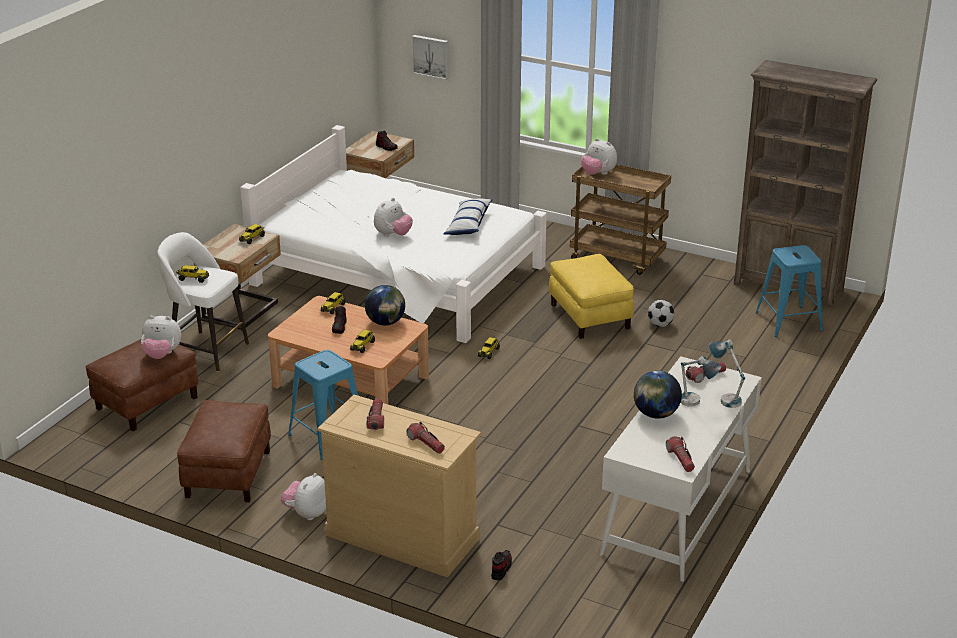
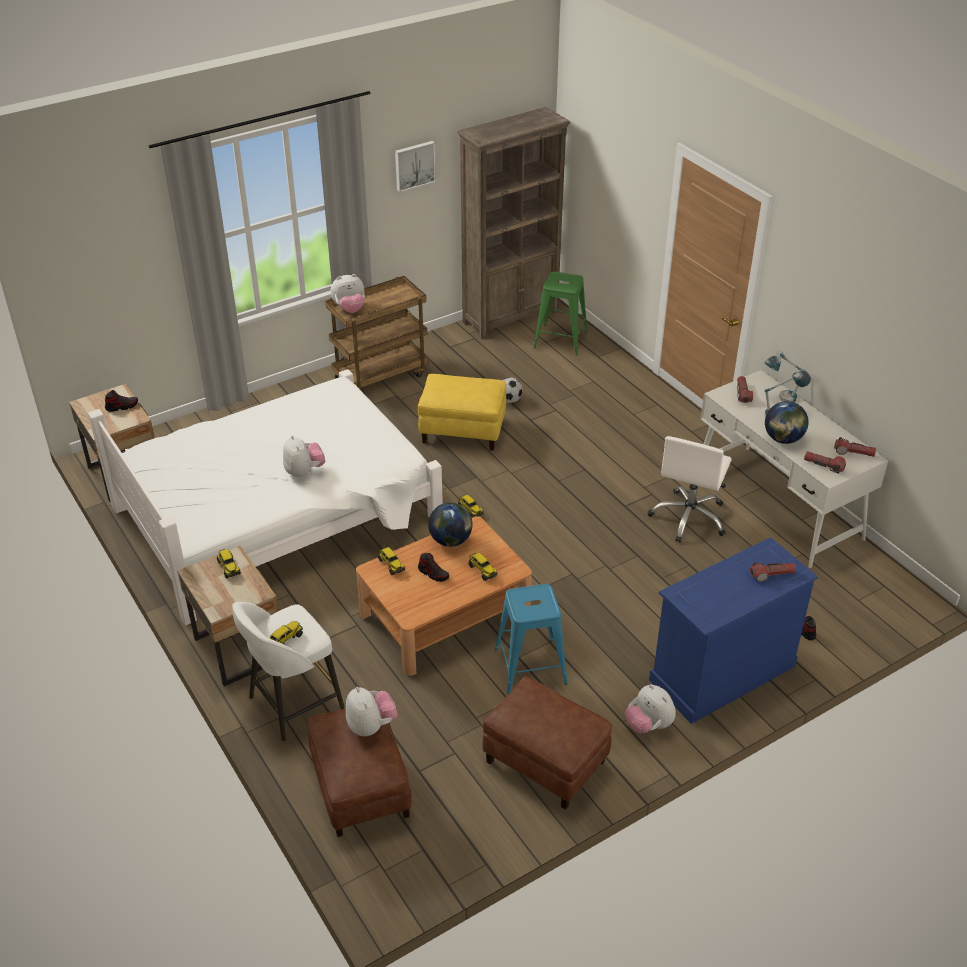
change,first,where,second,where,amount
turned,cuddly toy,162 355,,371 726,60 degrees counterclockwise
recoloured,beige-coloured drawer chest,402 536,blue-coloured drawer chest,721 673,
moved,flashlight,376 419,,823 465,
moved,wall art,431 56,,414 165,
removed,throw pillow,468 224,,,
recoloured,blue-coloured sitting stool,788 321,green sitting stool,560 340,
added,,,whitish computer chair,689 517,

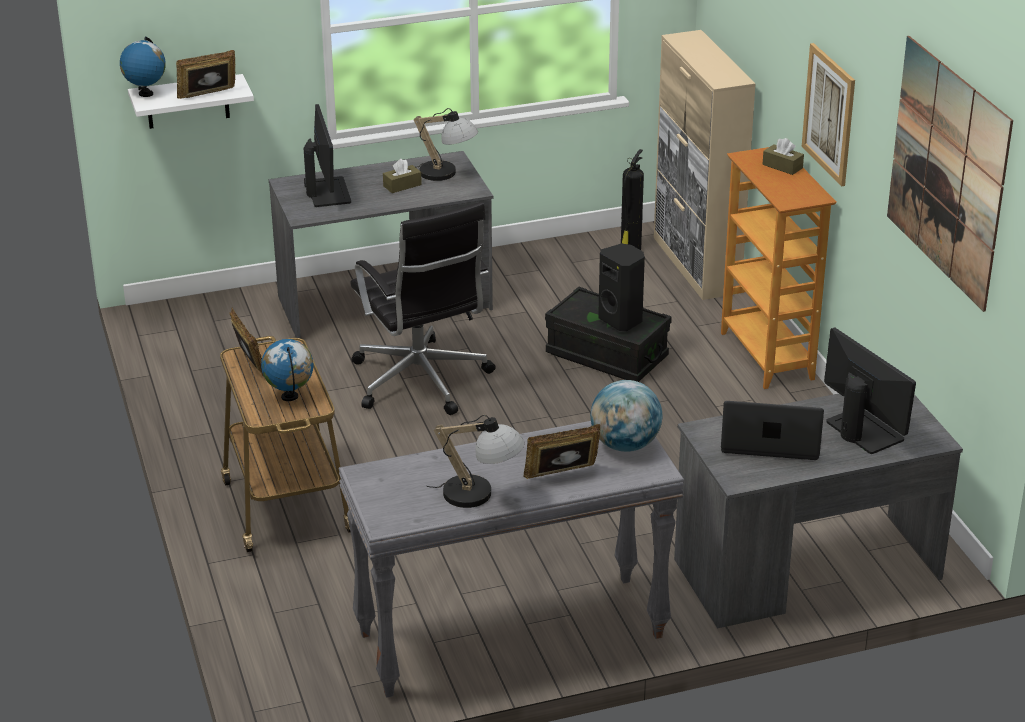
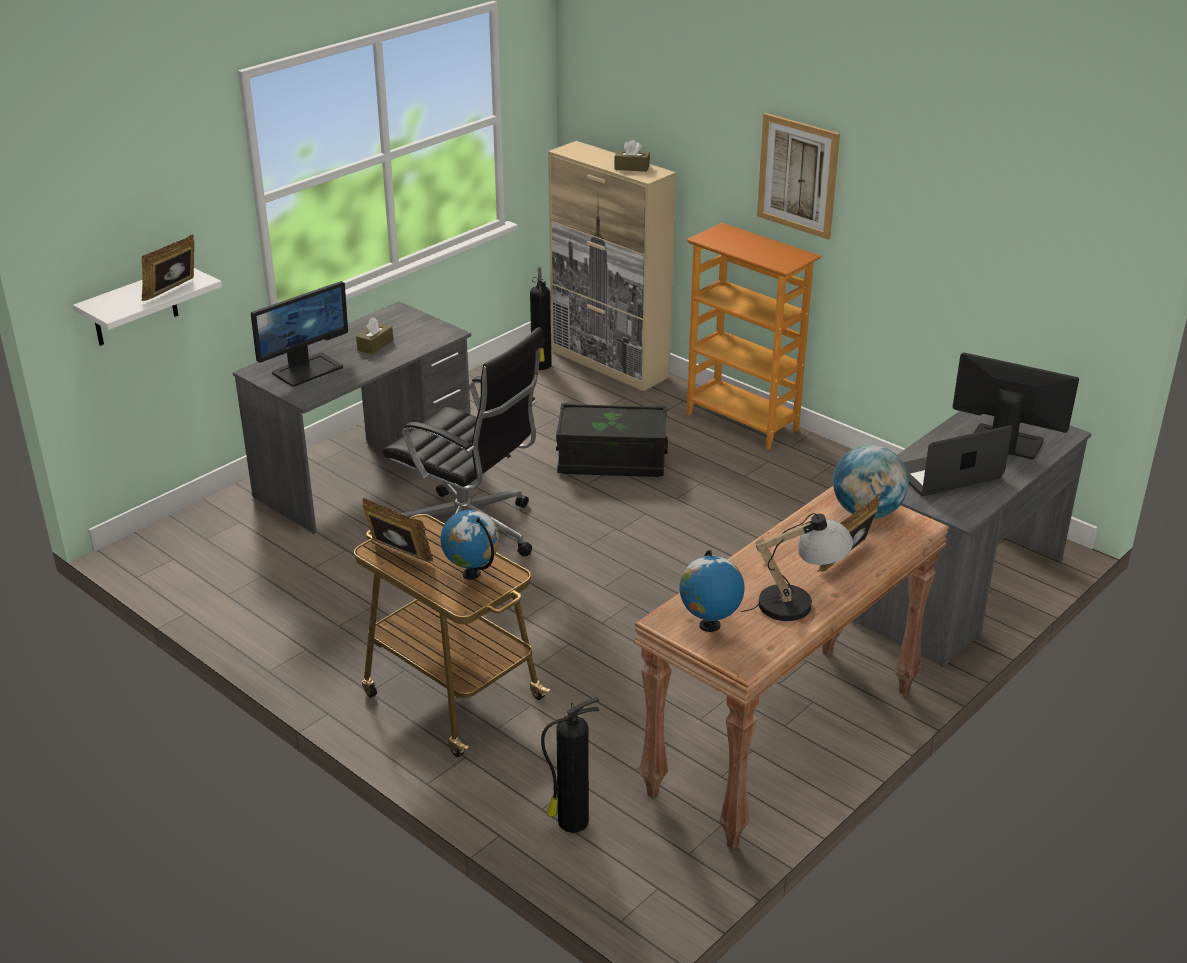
change,first,where,second,where,amount
moved,world globe,145 94,,709 626,
turned,computer screen,327 192,,307 369,90 degrees clockwise
recoloured,greyish console table,511 637,brown console table,784 743,
removed,tabletop lamp,447 174,,,
removed,black loudspeaker,622 320,,,
moved,brown tissue holder,782 166,,632 167,
removed,wall art,948 171,,,
added,,,fire extinguisher,571 822,

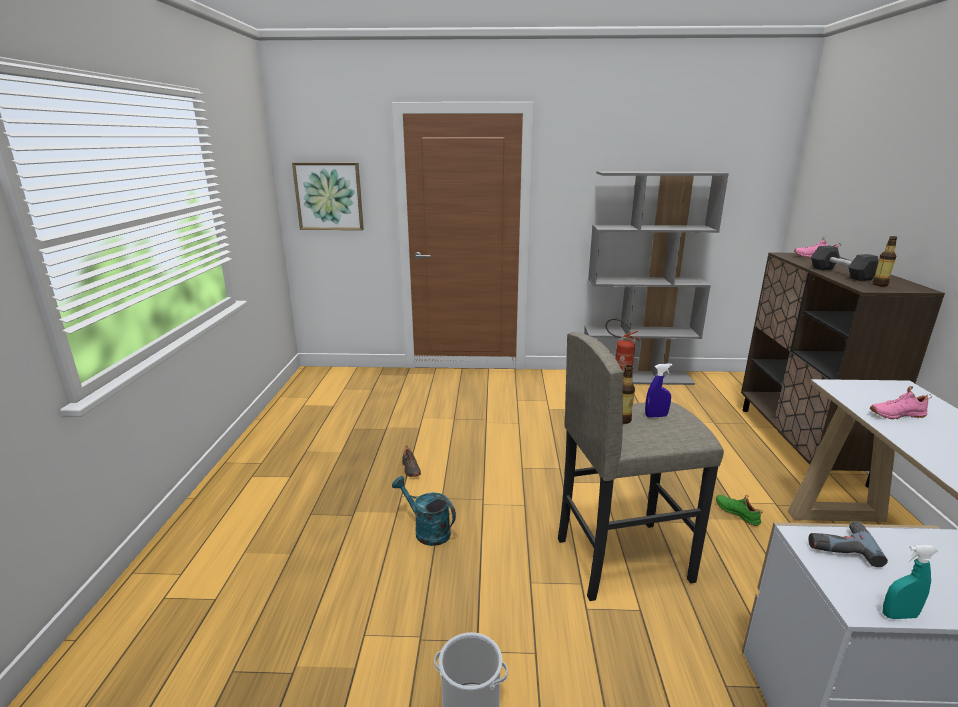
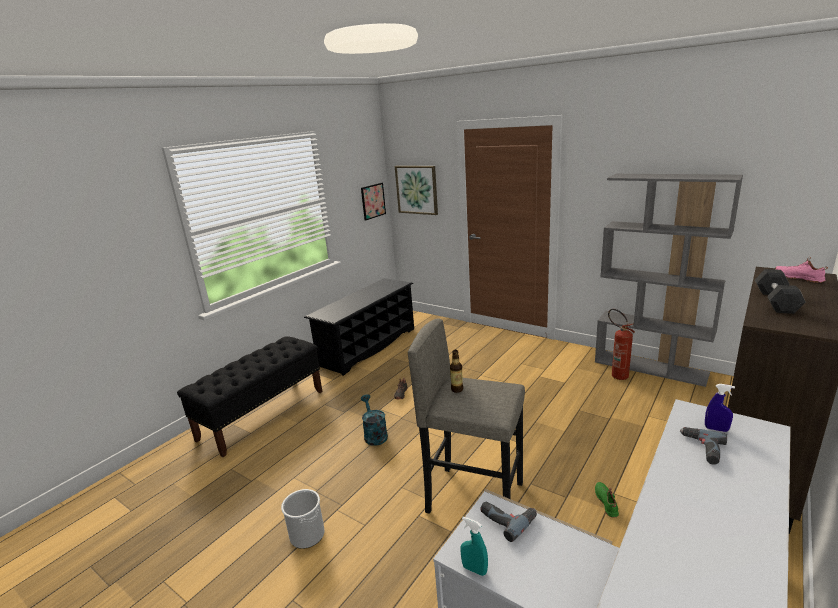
change,first,where,second,where,amount
moved,blue-coloured sprayer,656 416,,716 429,
replaced,pink-coloured item of footwear,895 414,power drill,702 449,
removed,beverage bottle,880 284,,,
added,,,black long seat,263 414,
added,,,black shoe rack,368 346,
added,,,wall art,373 201,

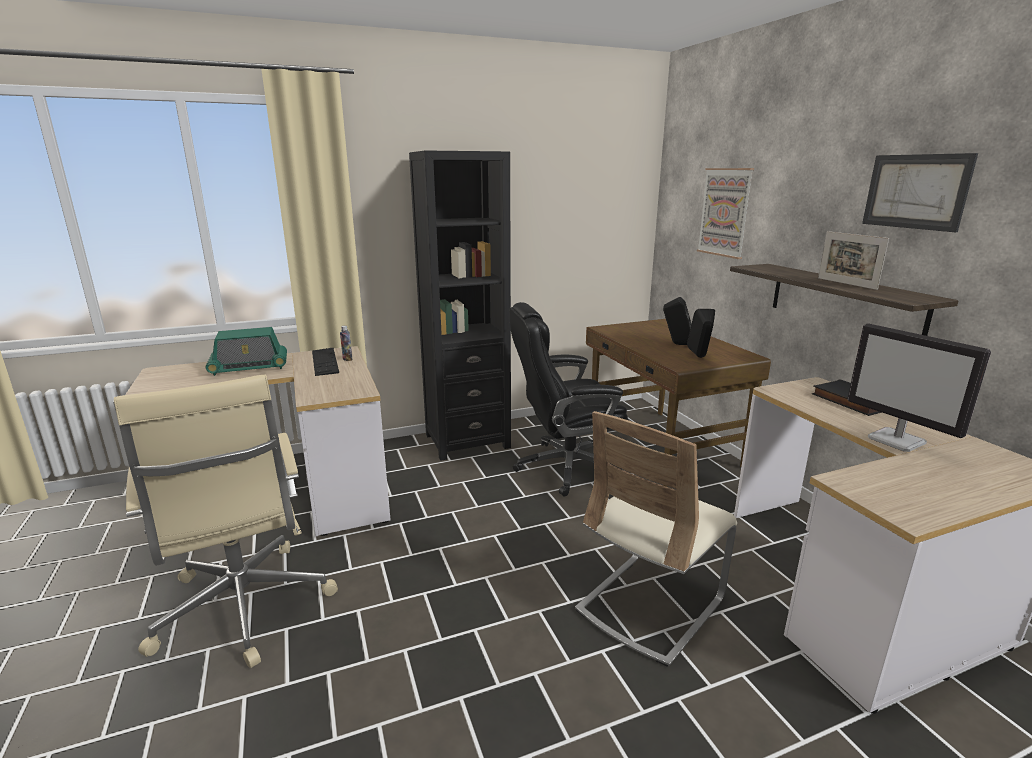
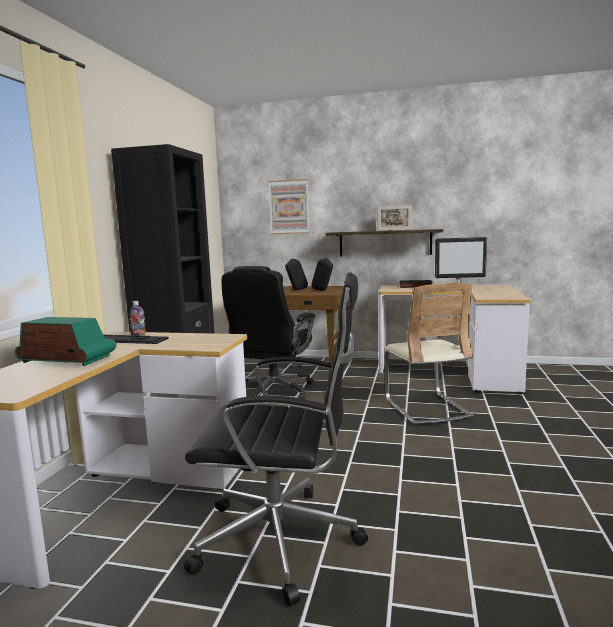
change,first,where,second,where,amount
recoloured,beige-coloured computer chair,243 609,black computer chair,283 541,
turned,radio set,249 367,,67 359,90 degrees counterclockwise
removed,wall art,916 191,,,

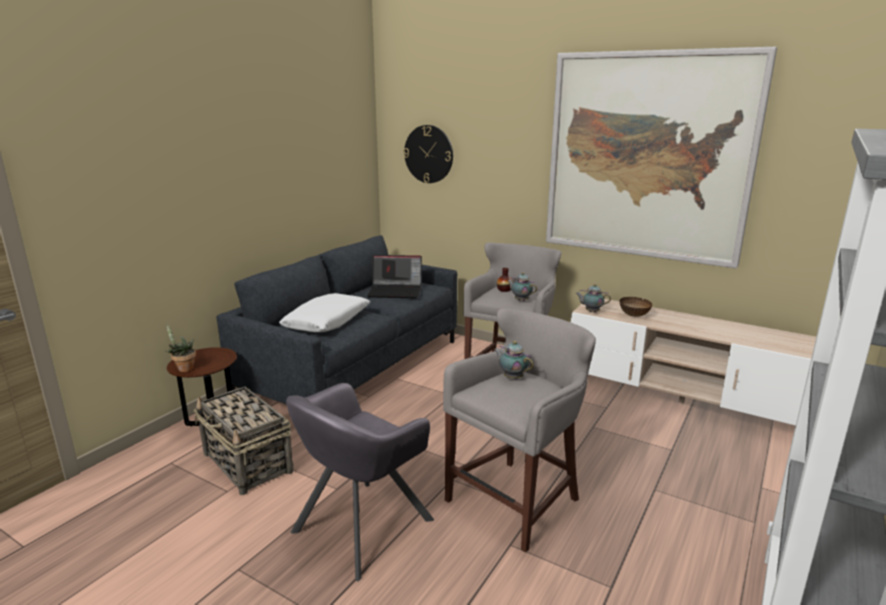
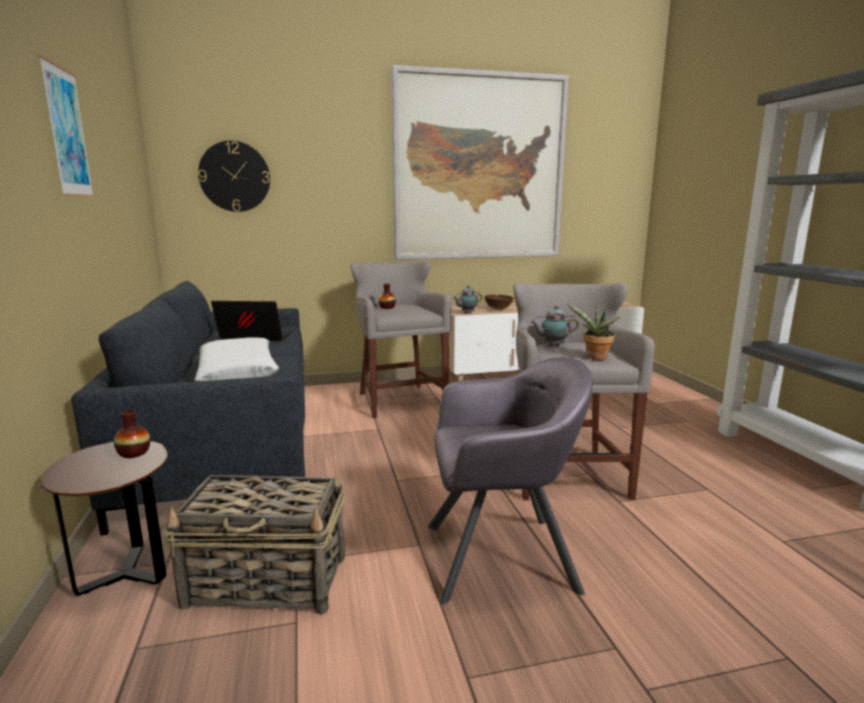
change,first,where,second,where,amount
moved,potted plant,183 369,,595 358,
turned,greyish lounge chair,361 526,,501 557,90 degrees counterclockwise
turned,notebook computer,396 291,,255 337,135 degrees counterclockwise
removed,teapot,520 300,,,
added,,,wall art,67 132,
added,,,vase,134 453,

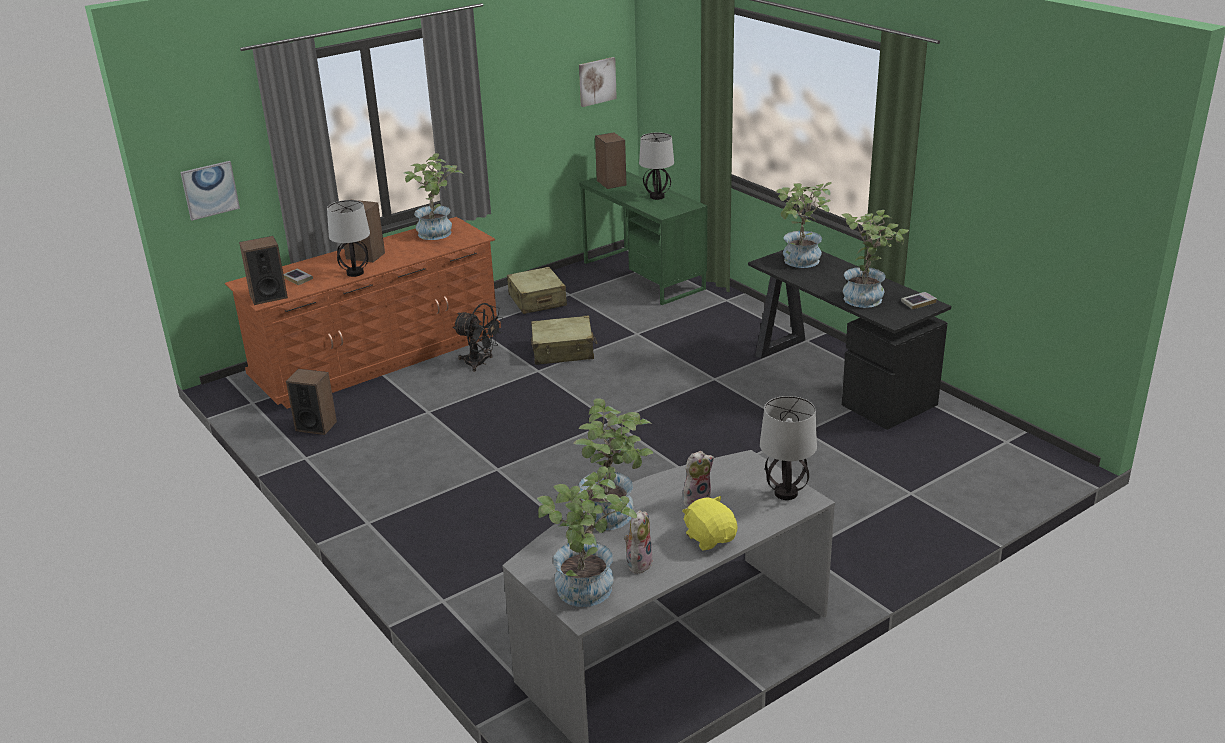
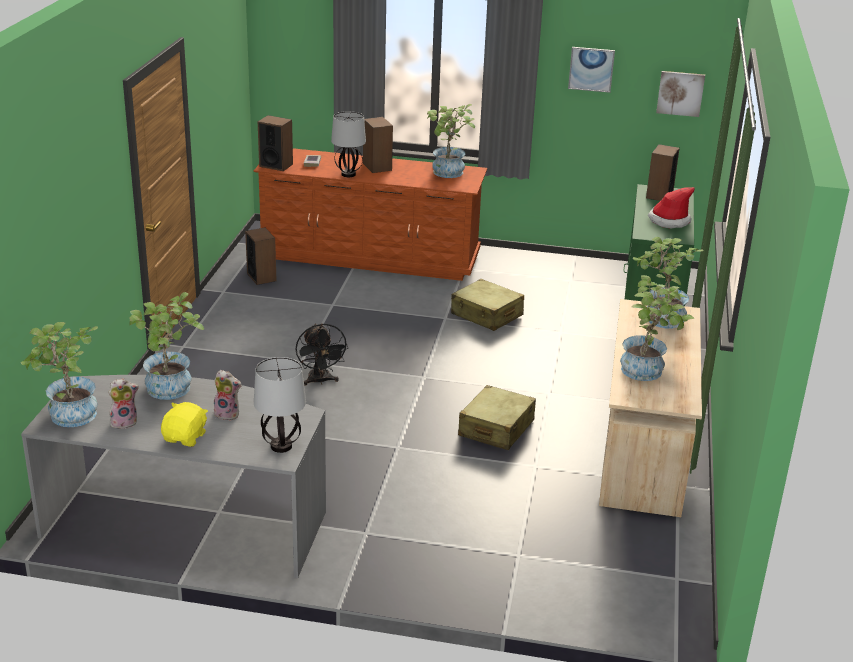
change,first,where,second,where,amount
moved,wall art,210 190,,591 69,
moved,black electric fan,480 363,,320 381,
moved,beige-coloured travel case,537 300,,496 429,
replaced,tabletop lamp,656 197,clothing hat,669 220,
recoloured,black desk table,839 378,beige-coloured desk table,644 449,
removed,bound book,918 302,,,

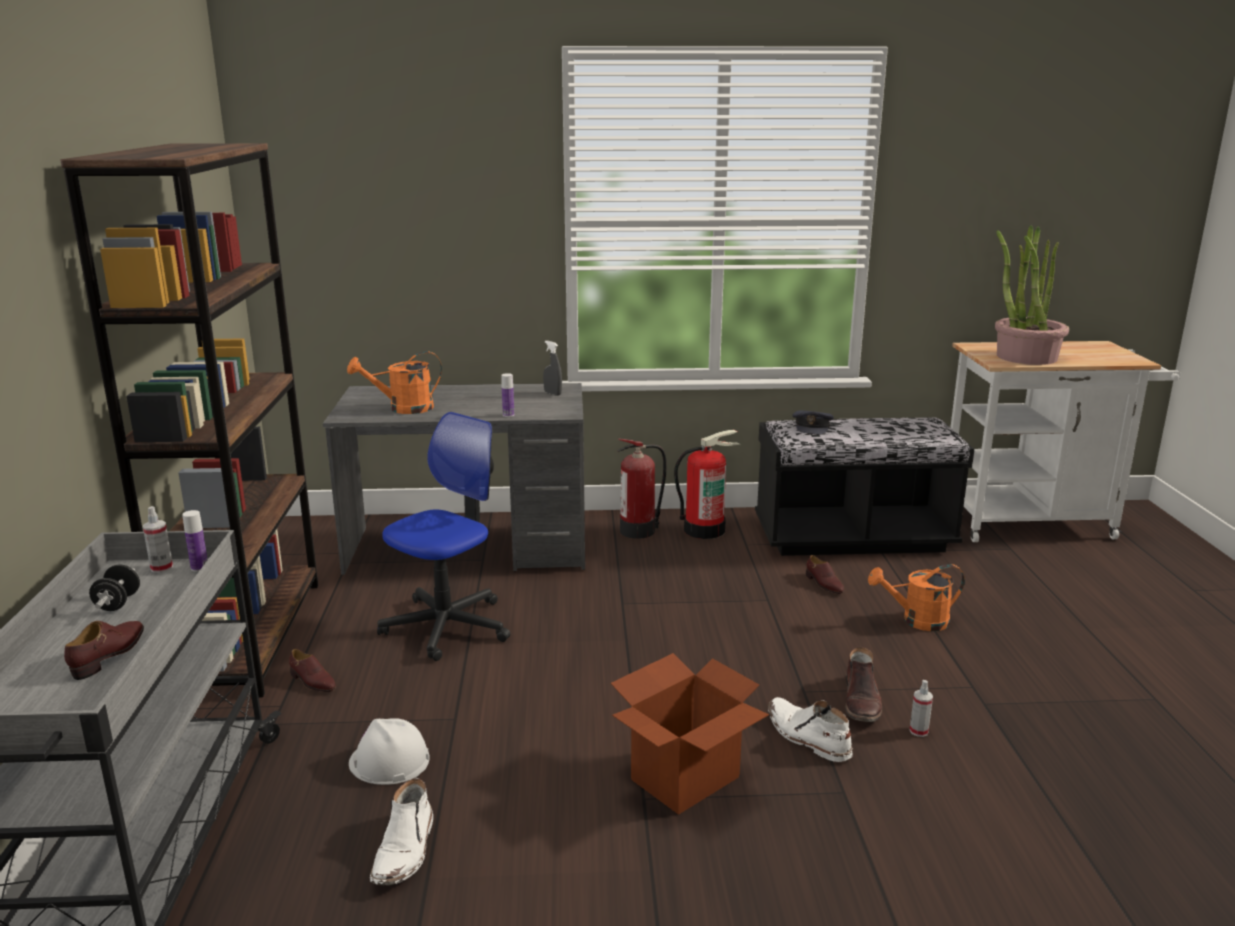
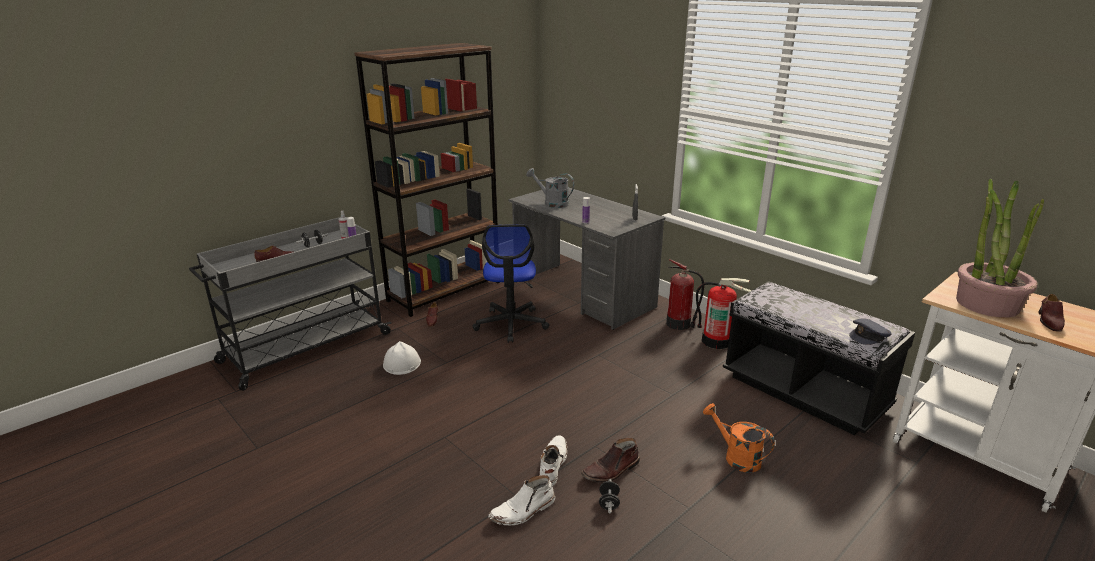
change,first,where,second,where,amount
recoloured,orangey watering can,403 409,greyish watering can,552 203,
moved,whitish high-top boot,405 851,,523 511,
turned,computer chair,447 626,,511 324,90 degrees clockwise
removed,cardboard box,685 779,,,
moved,greyish cap,812 427,,869 336,
moved,brown item of footwear,823 584,,1049 321,
replaced,sprayer,918 731,black free weight,609 503,

